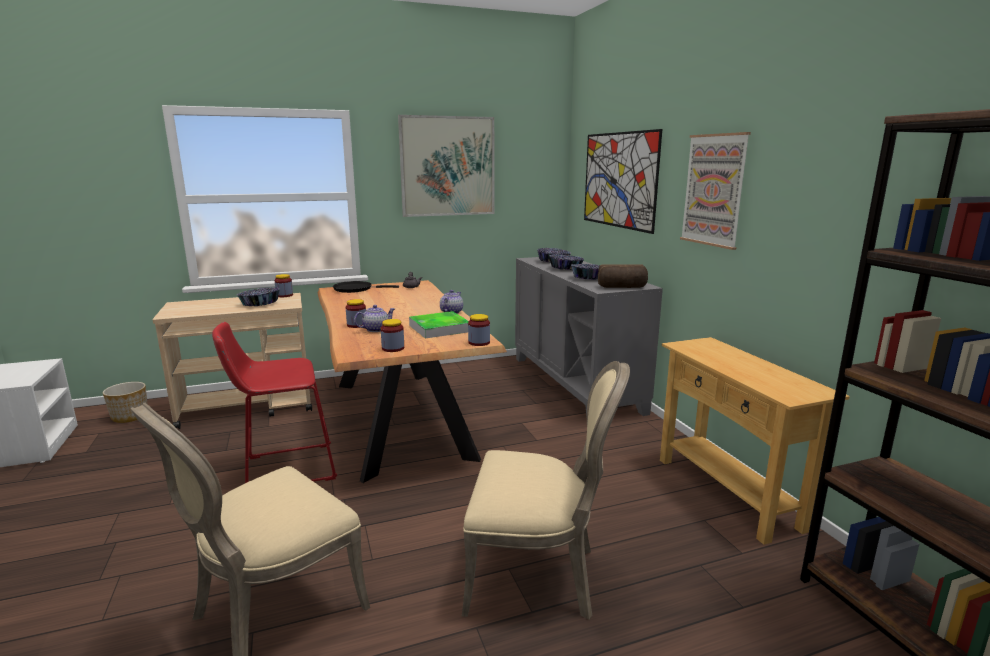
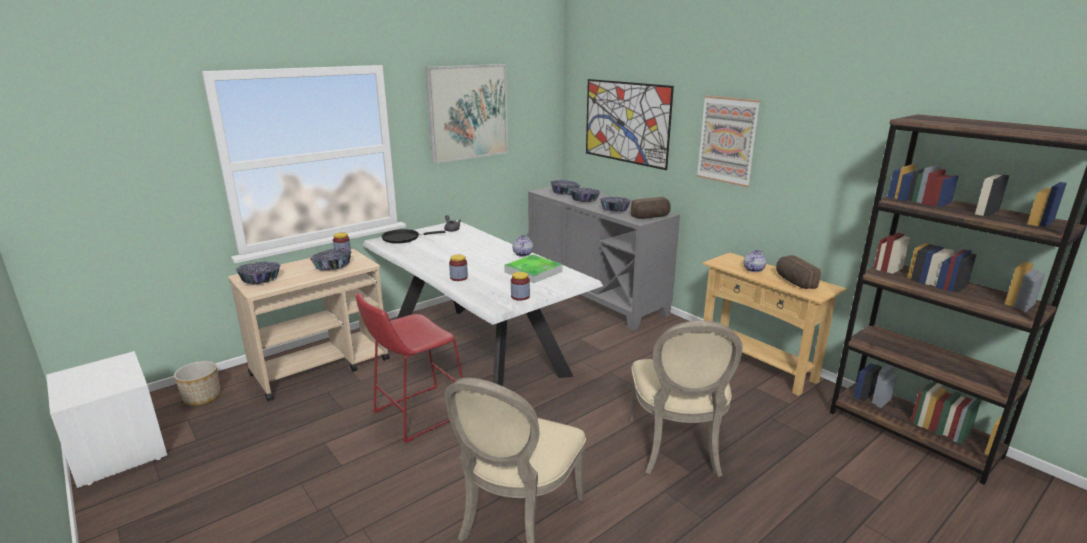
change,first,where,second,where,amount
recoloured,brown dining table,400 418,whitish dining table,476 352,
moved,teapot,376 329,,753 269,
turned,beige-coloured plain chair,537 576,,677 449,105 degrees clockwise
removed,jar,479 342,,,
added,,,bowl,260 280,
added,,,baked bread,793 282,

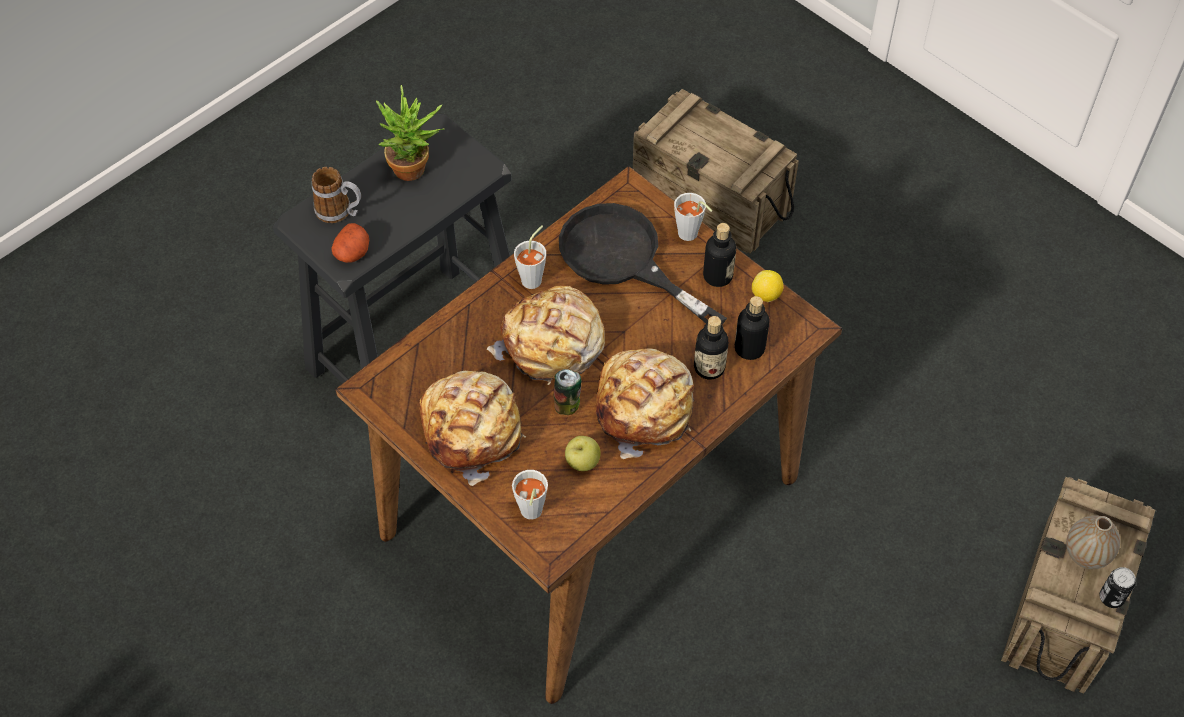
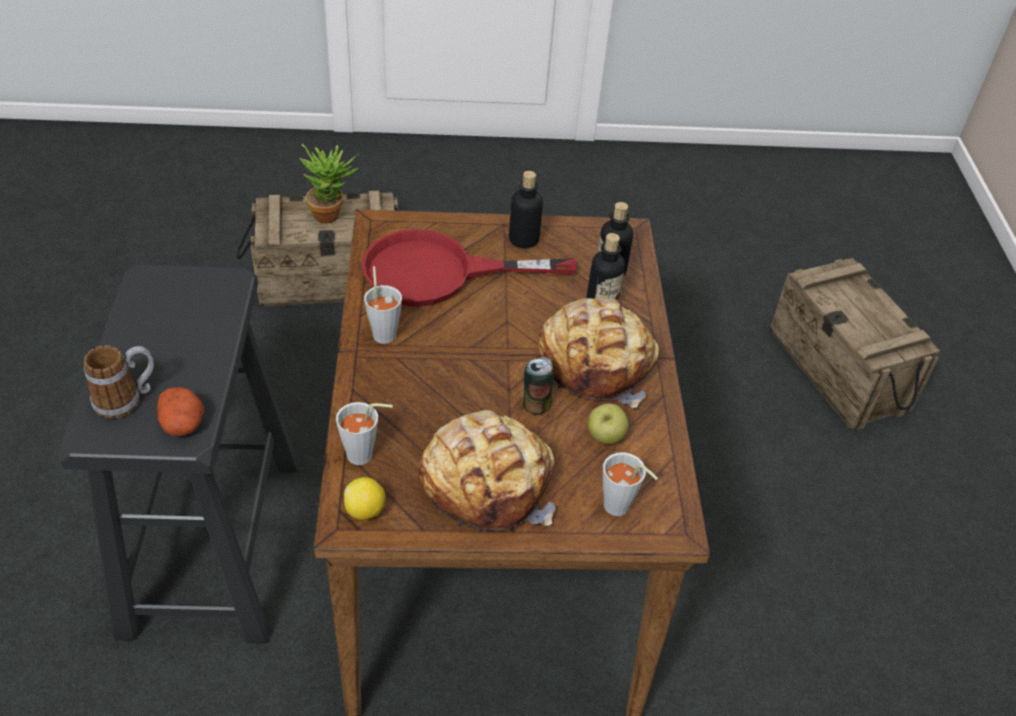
change,first,where,second,where,amount
moved,potted plant,415 171,,331 214,
removed,baked bread,552 345,,,
recoloured,black frying pan,623 259,reddish frying pan,439 273,
moved,greyish small cup,690 236,,366 456,
moved,citrus fruit,766 295,,365 511,
removed,vase,1086 554,,,
removed,can,1111 597,,,

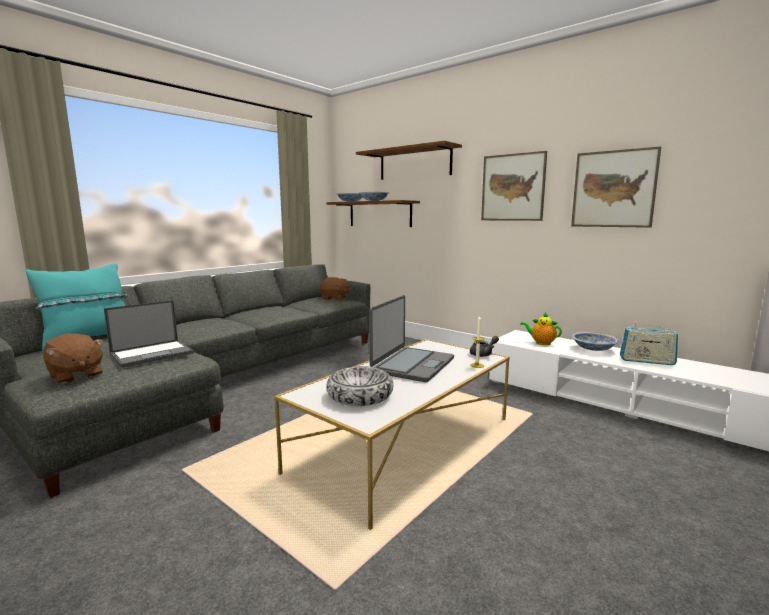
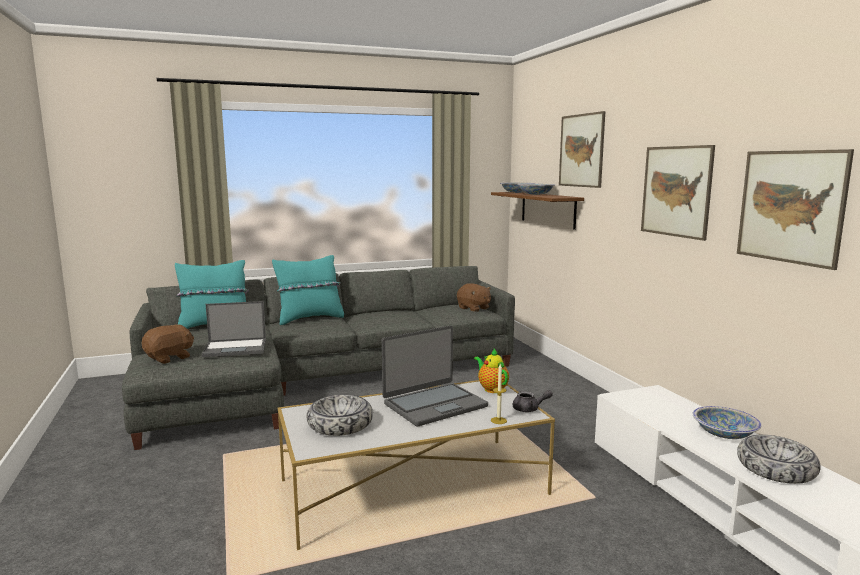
change,first,where,second,where,amount
turned,brown cuddly toy,75 375,,169 358,120 degrees counterclockwise
replaced,brown bracket shelf,414 163,wall art,581 150,
moved,teapot,541 343,,491 389,
replaced,radio set,647 361,bowl,776 469,
added,,,turquoise-coloured throw pillow,310 319,

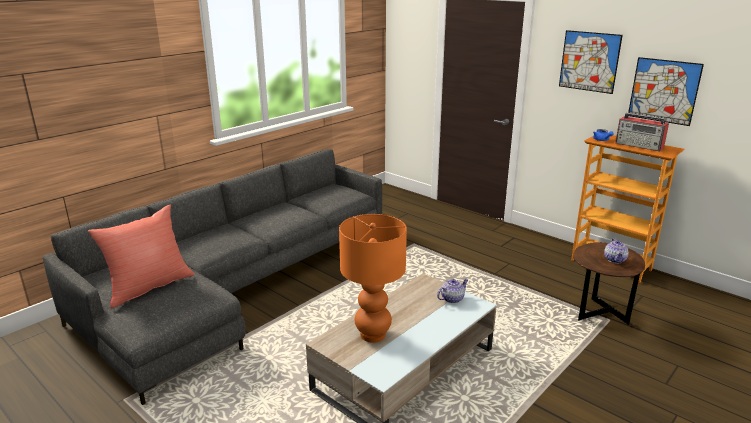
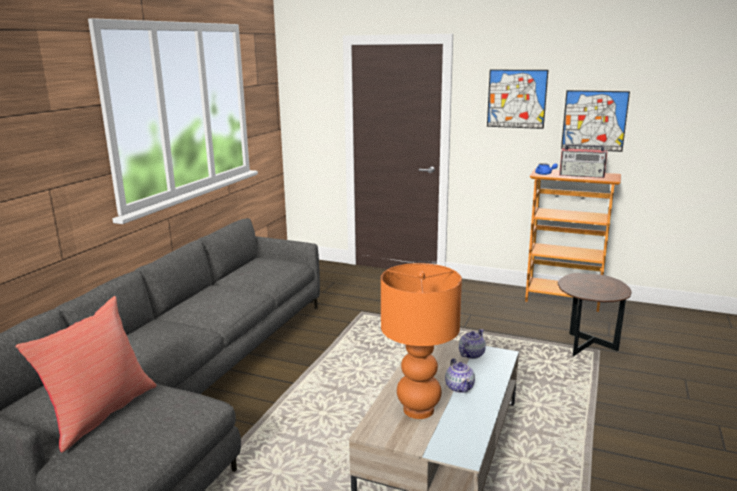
change,first,where,second,where,amount
moved,teapot,615 259,,459 387,

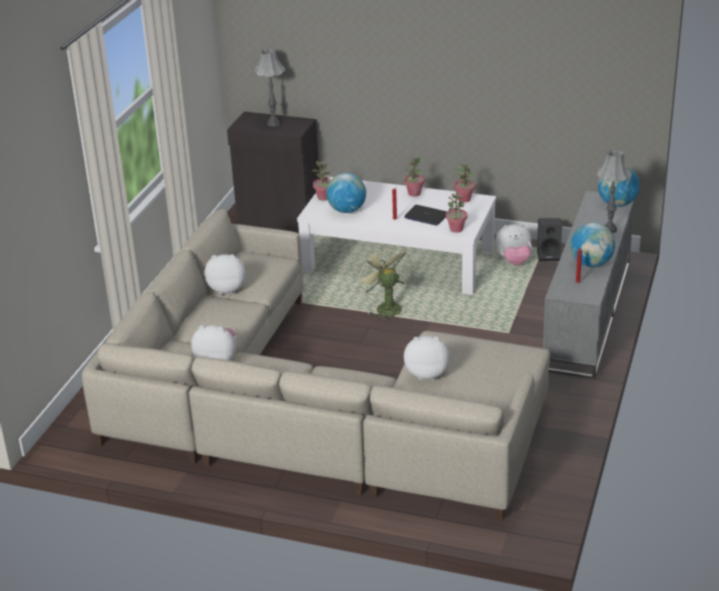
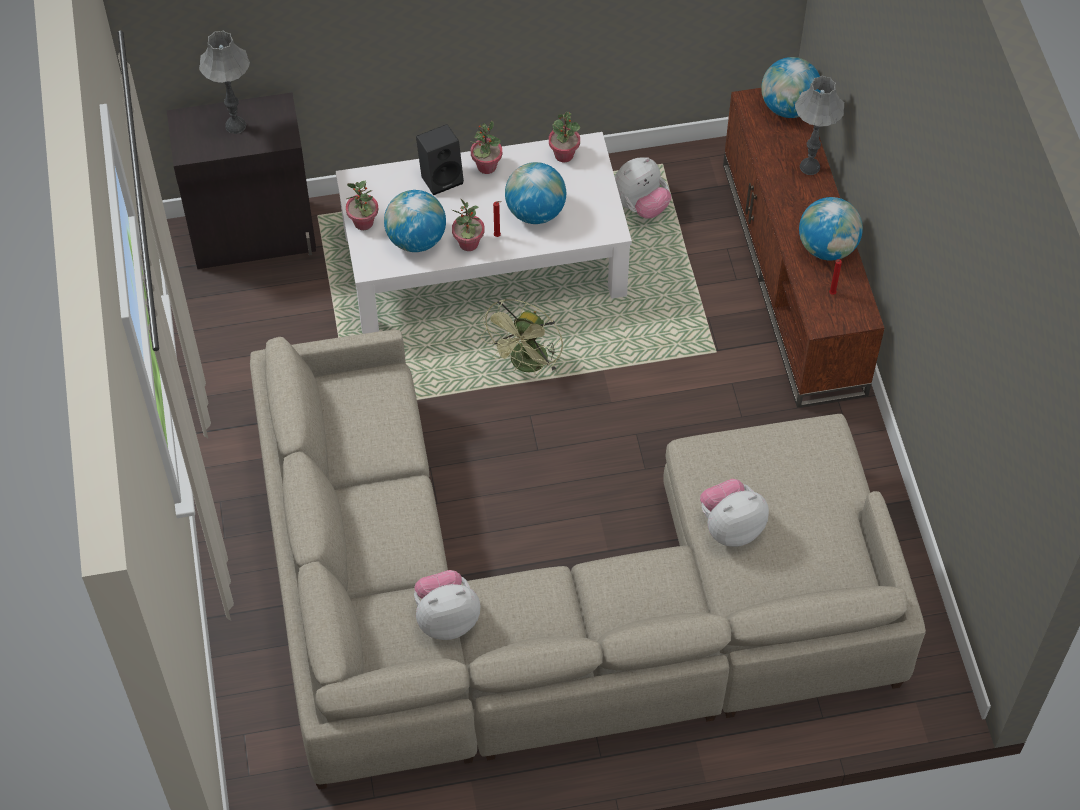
change,first,where,second,where,amount
removed,cuddly toy,227 289,,,
turned,green electric fan,385 307,,526 365,105 degrees counterclockwise
replaced,notebook computer,426 216,world globe,535 212,
moved,potted plant,456 229,,468 243,
moved,black loudspeaker,549 255,,441 177,
recoloured,greyish tv unit,588 315,brown tv unit,795 277,

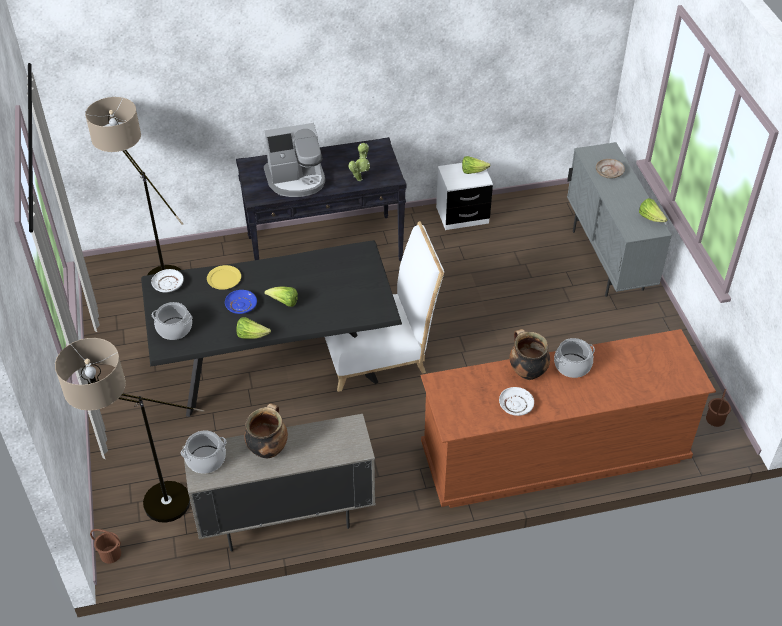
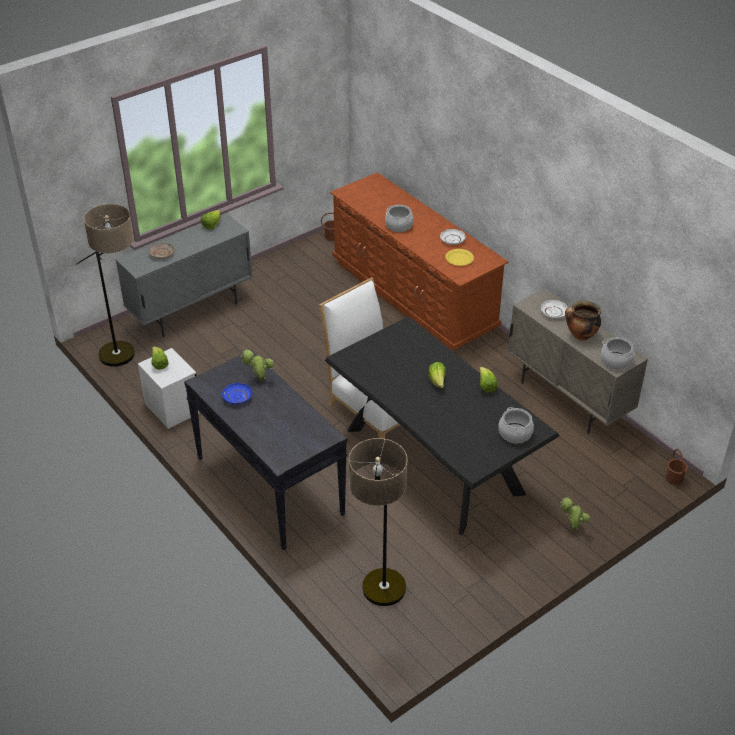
change,first,where,second,where,amount
moved,standing lamp,148 509,,126 361,
moved,whitish flat dish,168 284,,553 312,
moved,yellowish flat dish,224 278,,459 258,
moved,blue-coloured flat dish,241 305,,237 397,
removed,coffee brewer,296 179,,,
removed,saucepot,526 372,,,
added,,,potted plant,572 527,

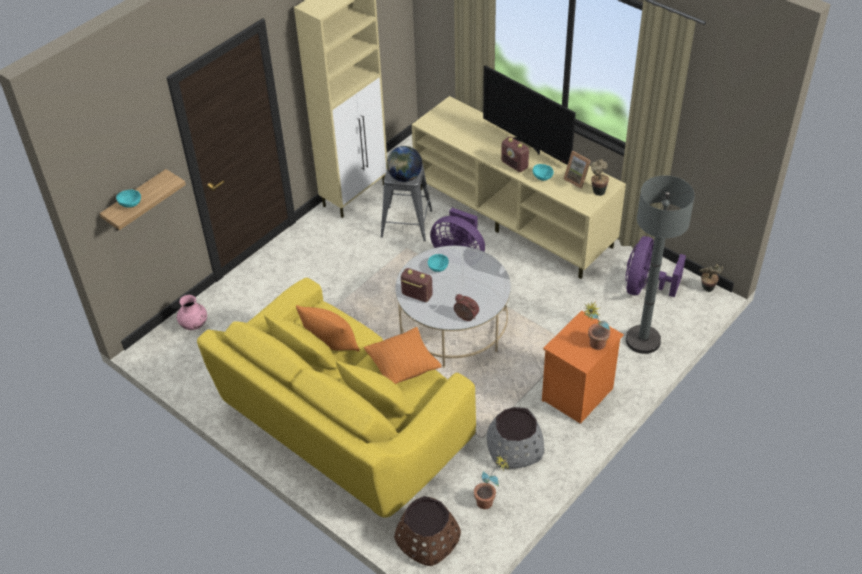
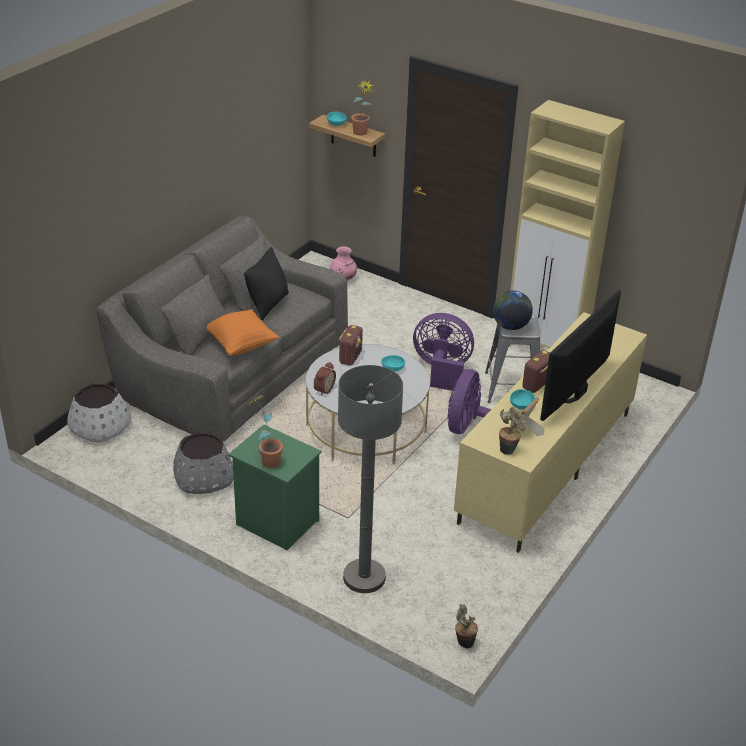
change,first,where,second,where,amount
recoloured,yellowish sofa,344 424,greyish sofa,232 369,
recoloured,orangey throw pillow,331 345,black throw pillow,268 304,
recoloured,brown planter,427 539,whitish planter,100 427,
moved,potted plant,490 501,,361 134,
recoloured,orangey nightstand,578 395,green nightstand,275 522,
moved,purple-coloured electric fan,645 287,,442 371,

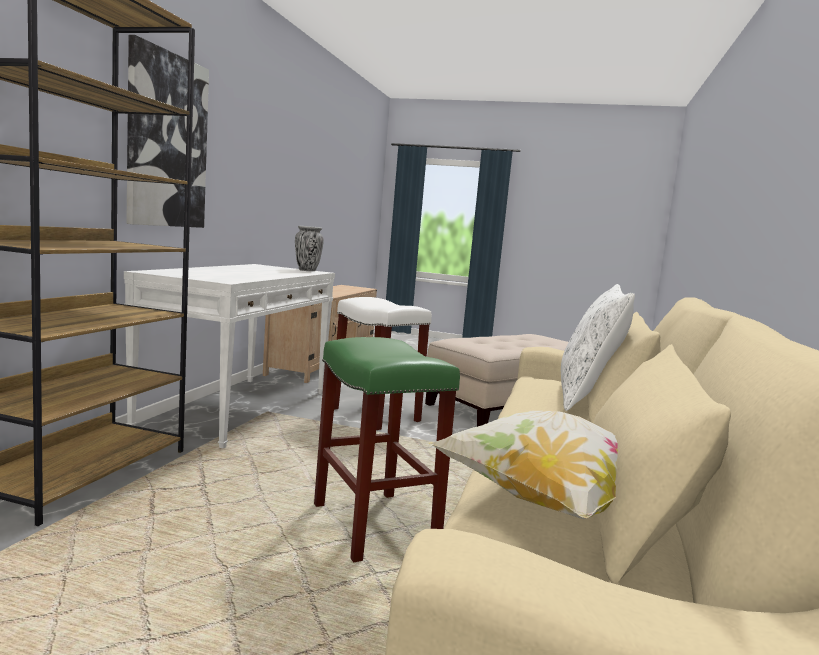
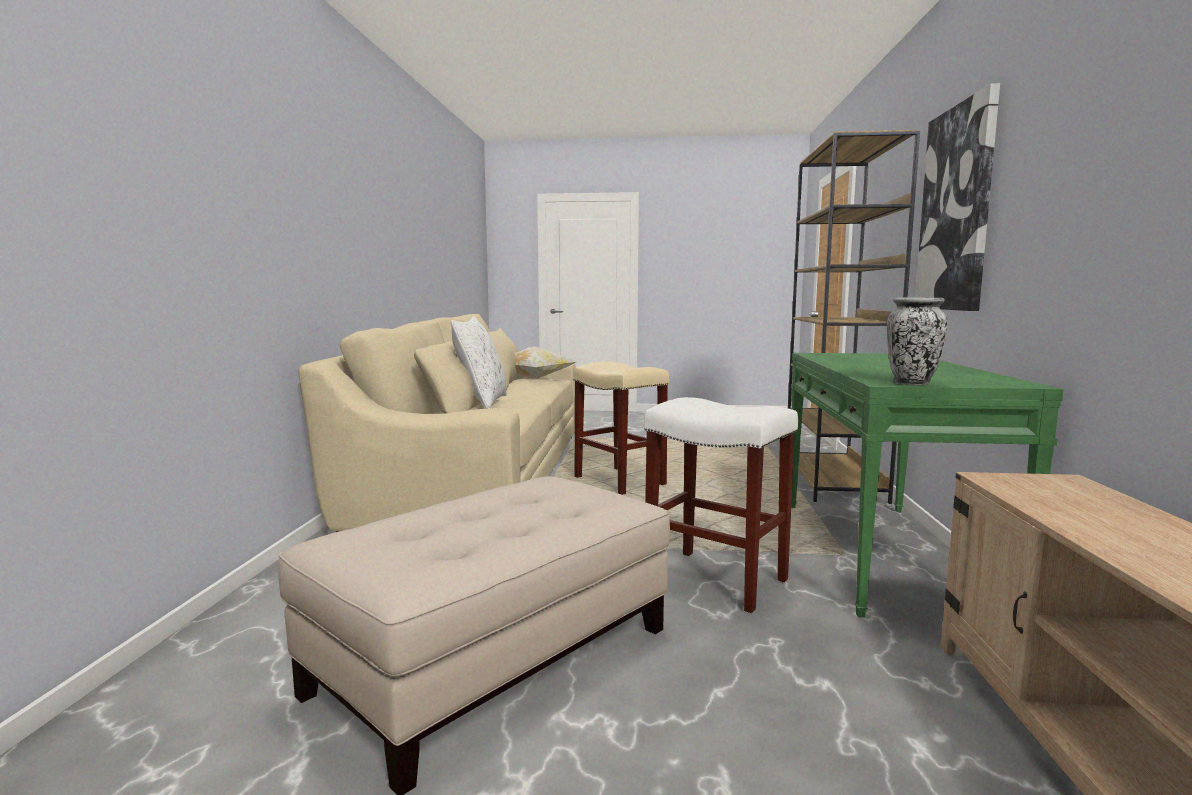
change,first,where,second,where,amount
recoloured,whitish console table,238 409,green console table,884 554,
recoloured,green sitting stool,375 526,beige-coloured sitting stool,618 481,

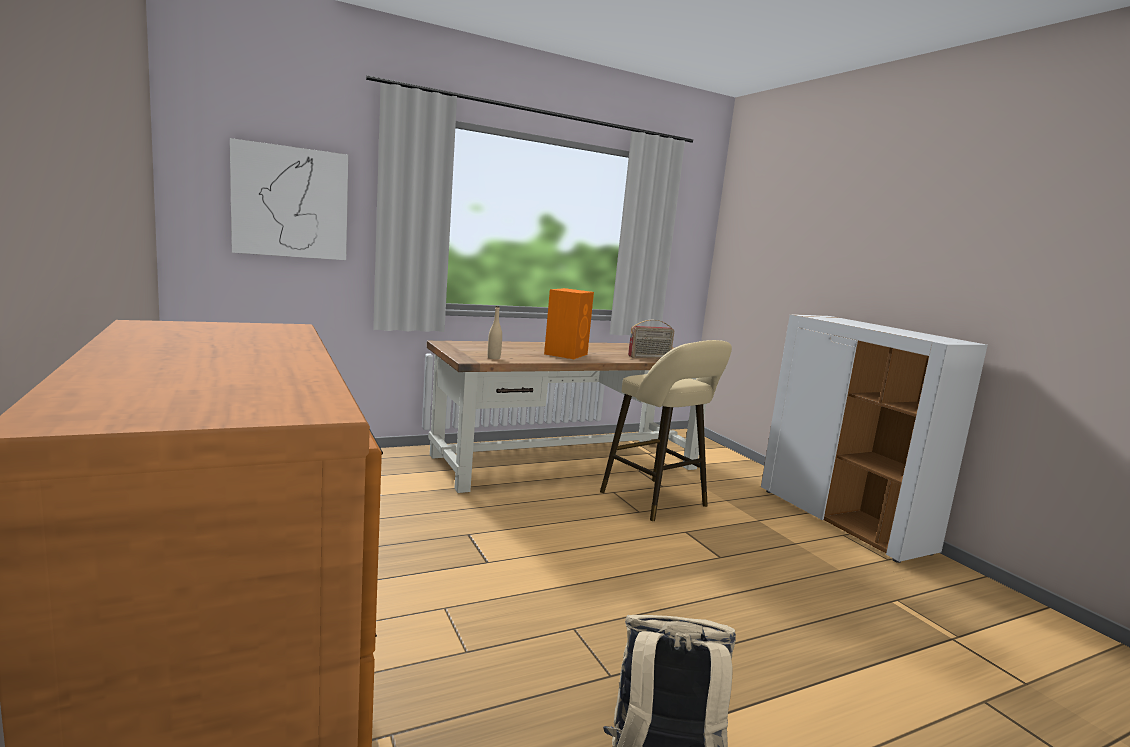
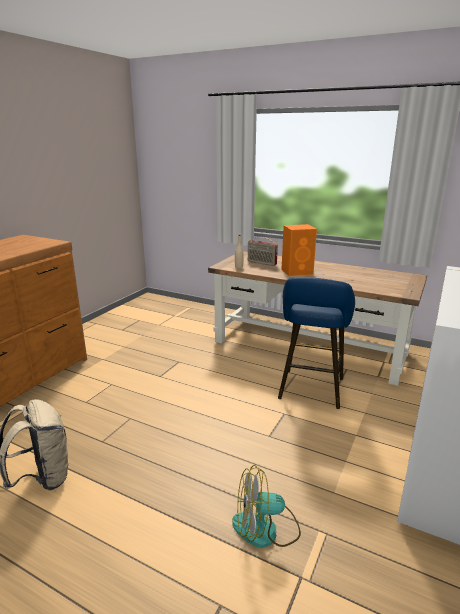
change,first,where,second,where,amount
removed,wall art,290 202,,,
recoloured,beige-coloured sitting stool,658 501,blue-coloured sitting stool,311 391,
moved,radio set,649 357,,261 263,
added,,,electric fan,265 529,

